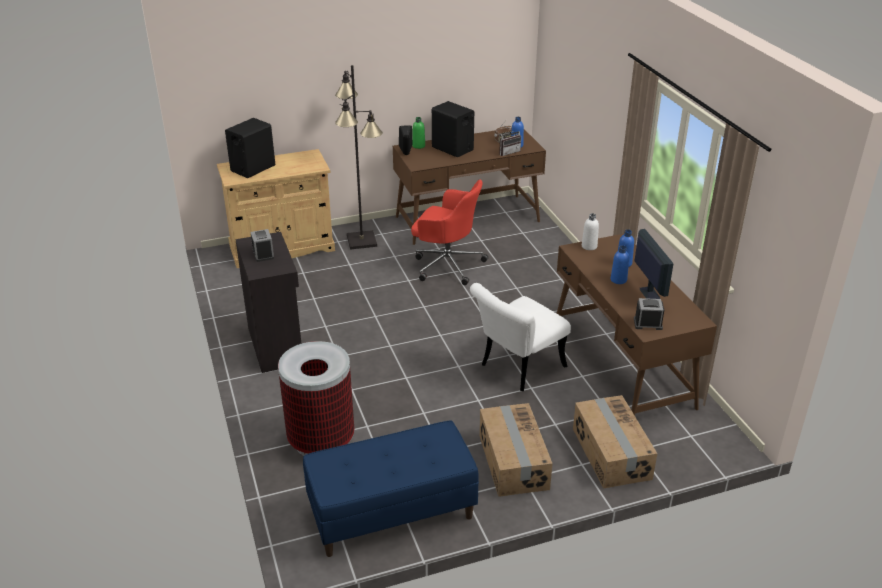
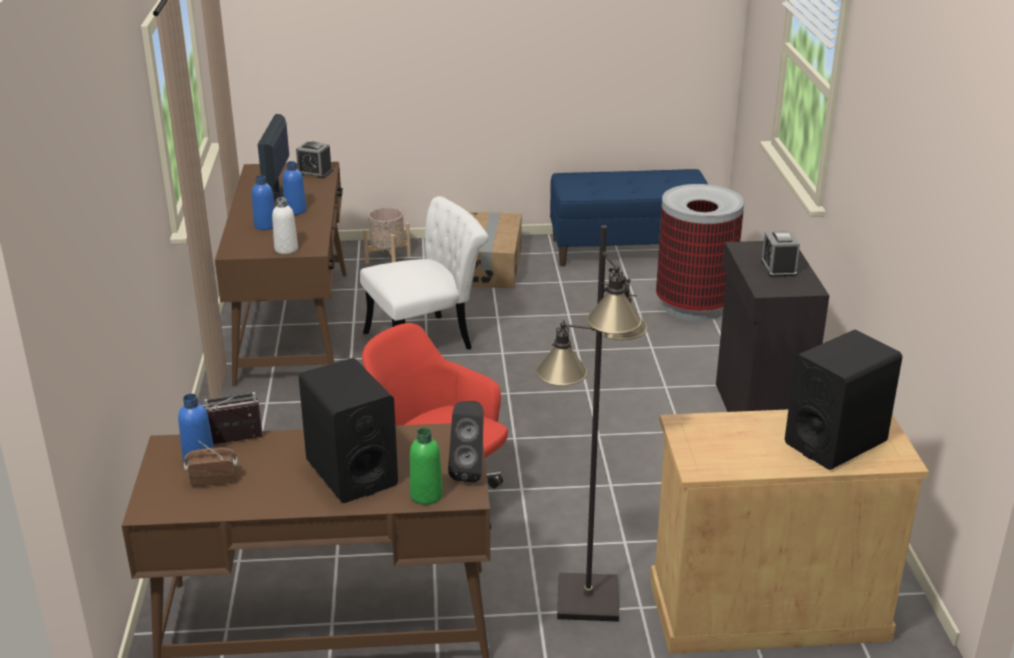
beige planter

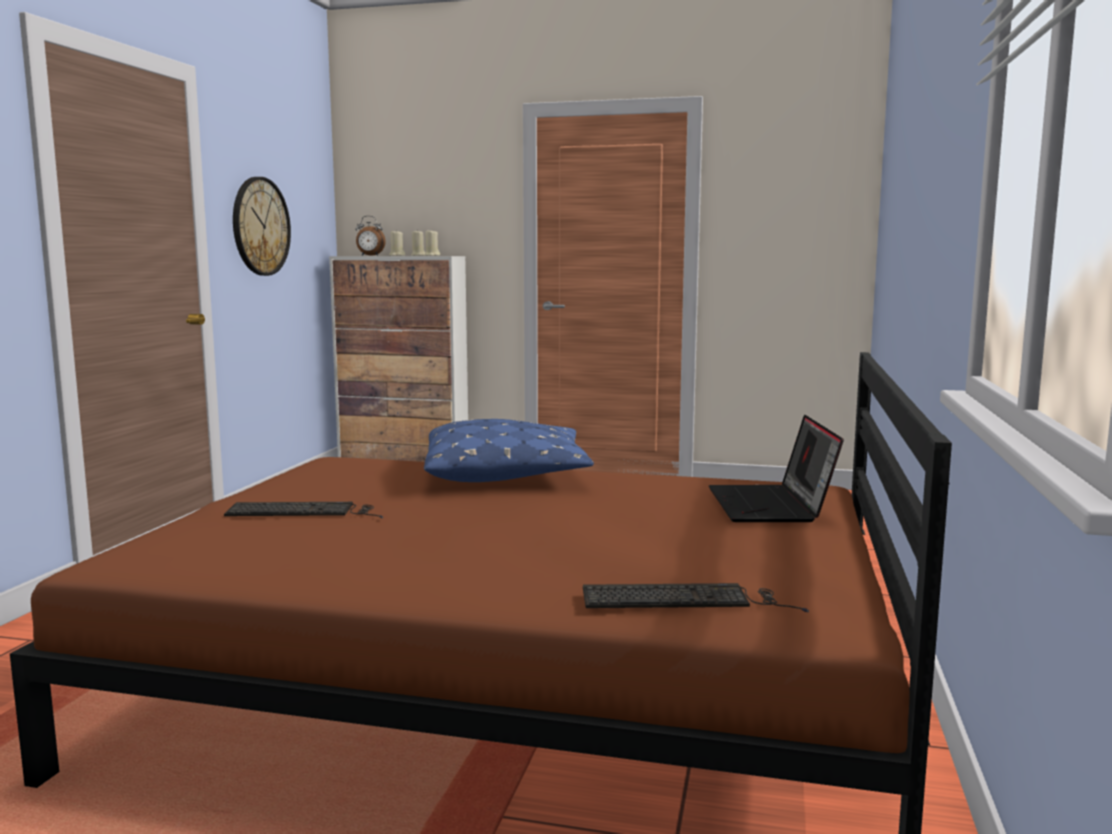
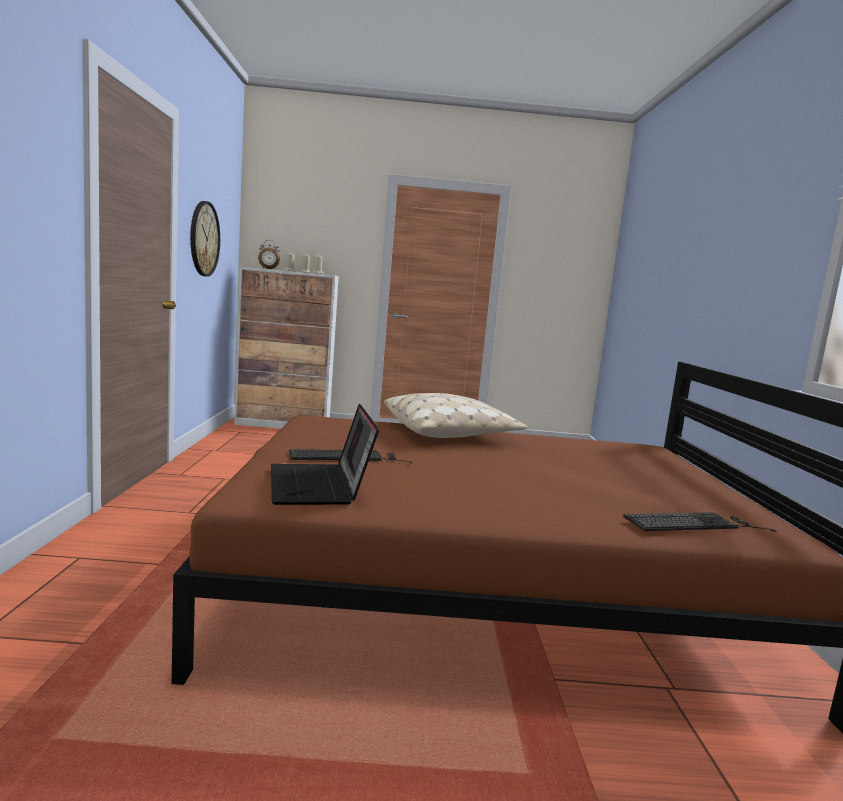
laptop
beige pillow

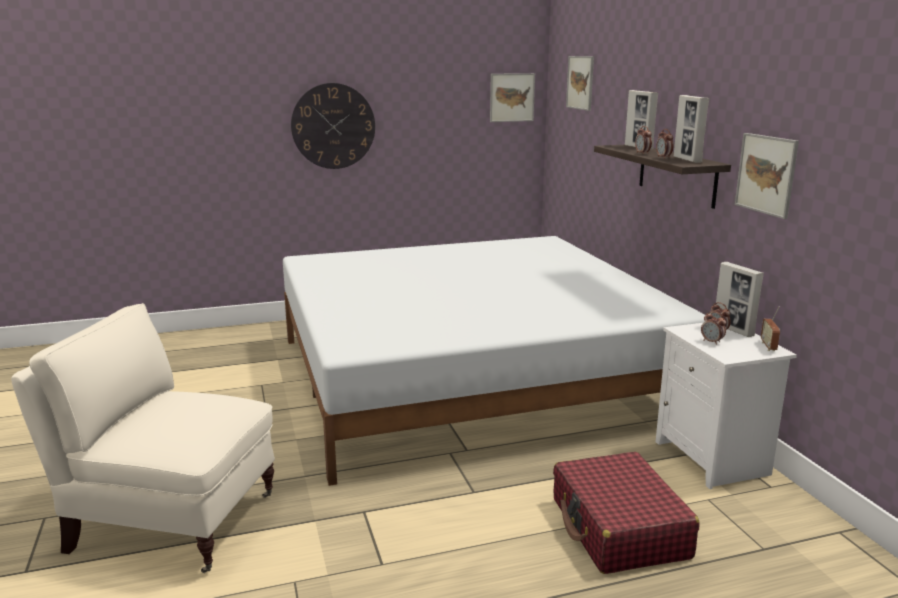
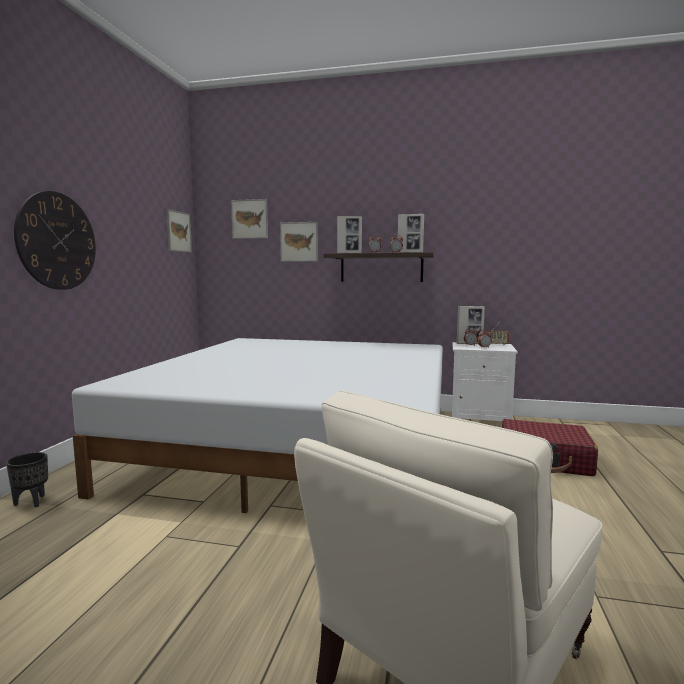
black planter
picture (3rd from left)

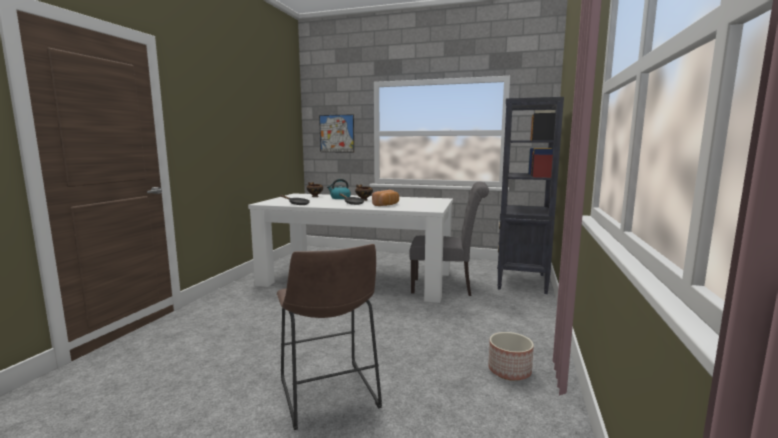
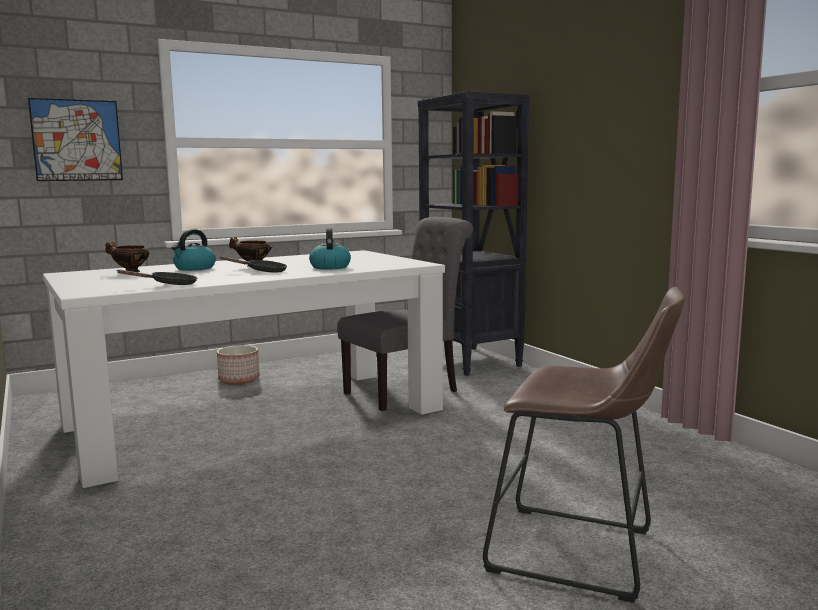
planter
kettle (2nd from left)

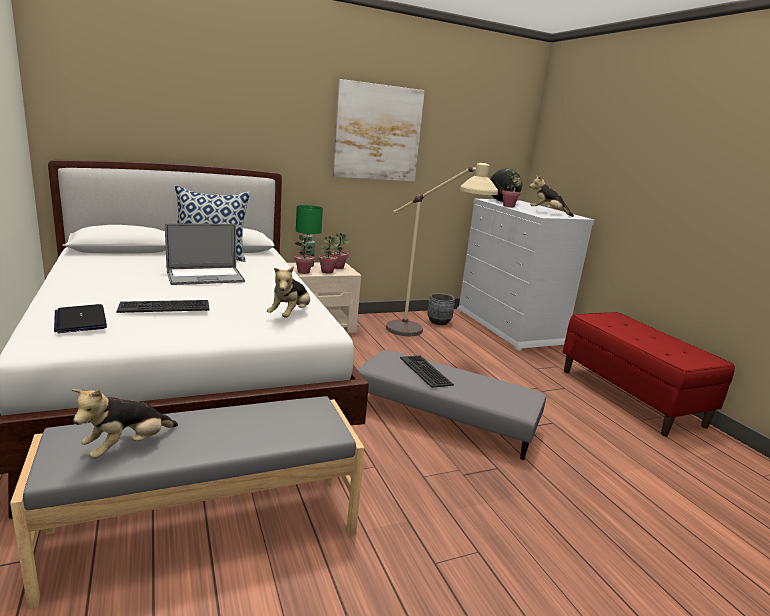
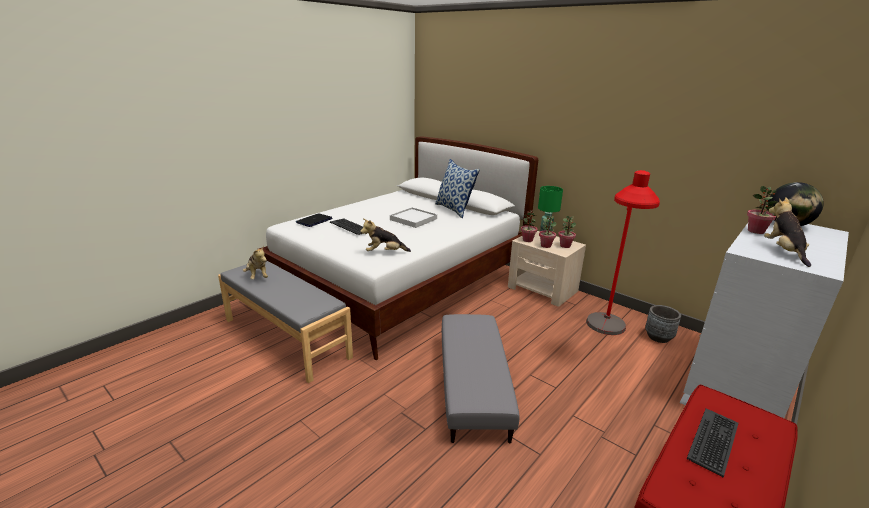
plush toy (1st from left)
white tray
red floor lamp
keyboard (2nd from left)
picture

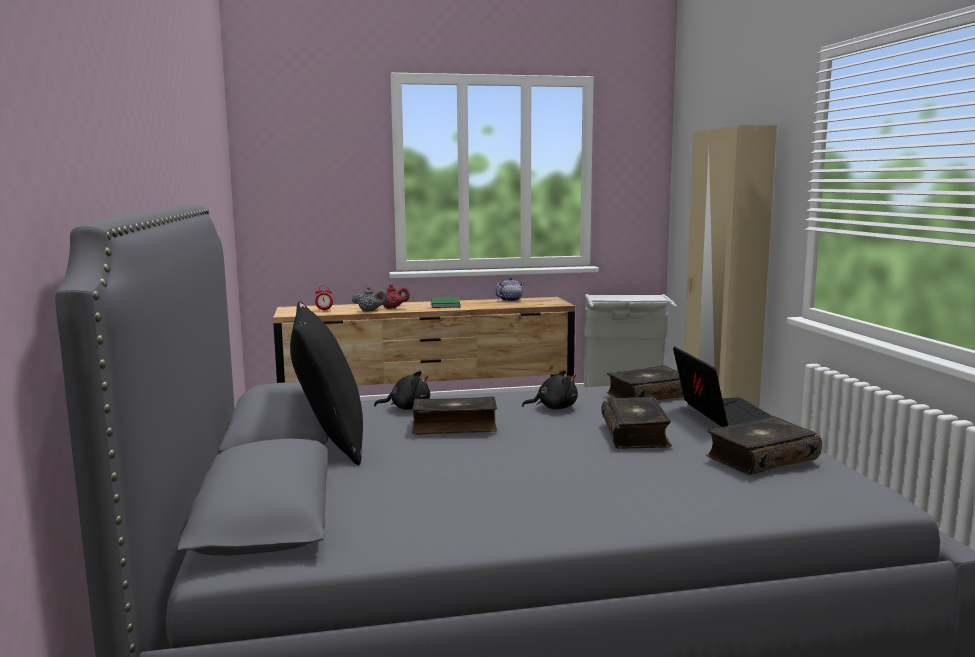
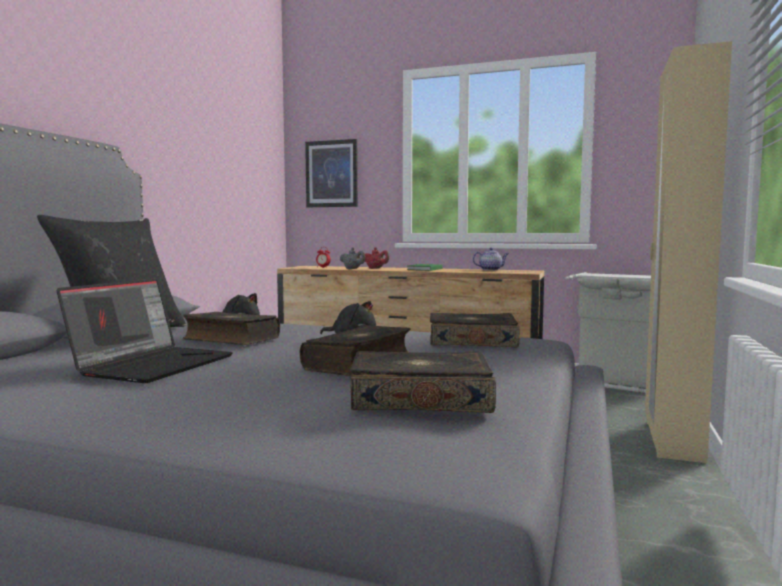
laptop
picture

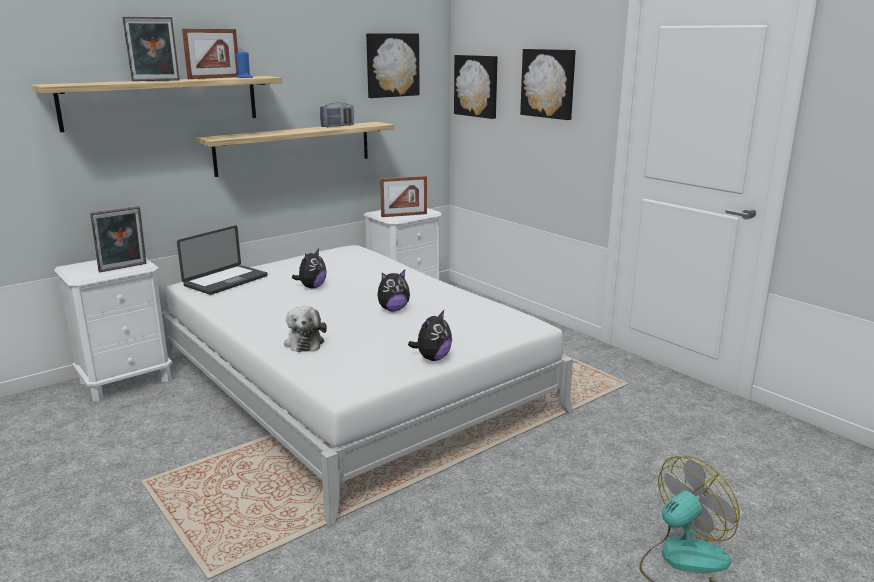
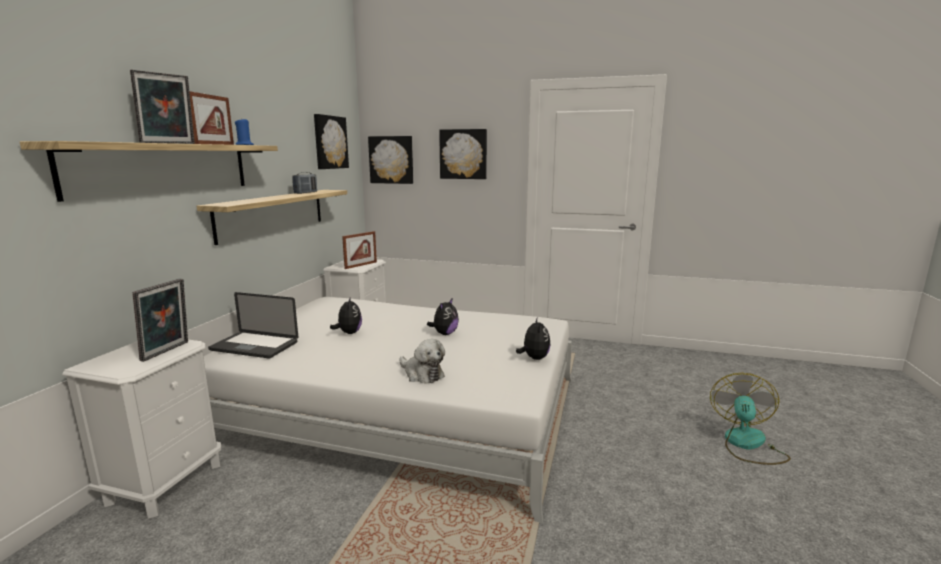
laptop

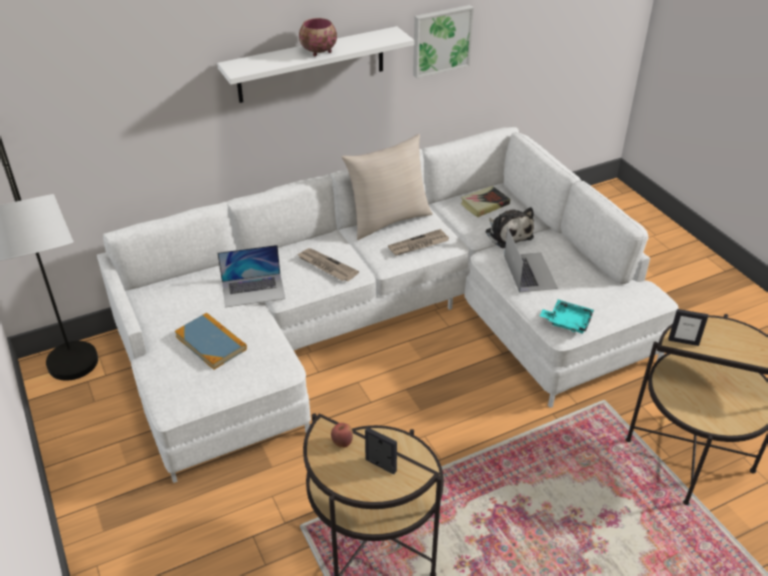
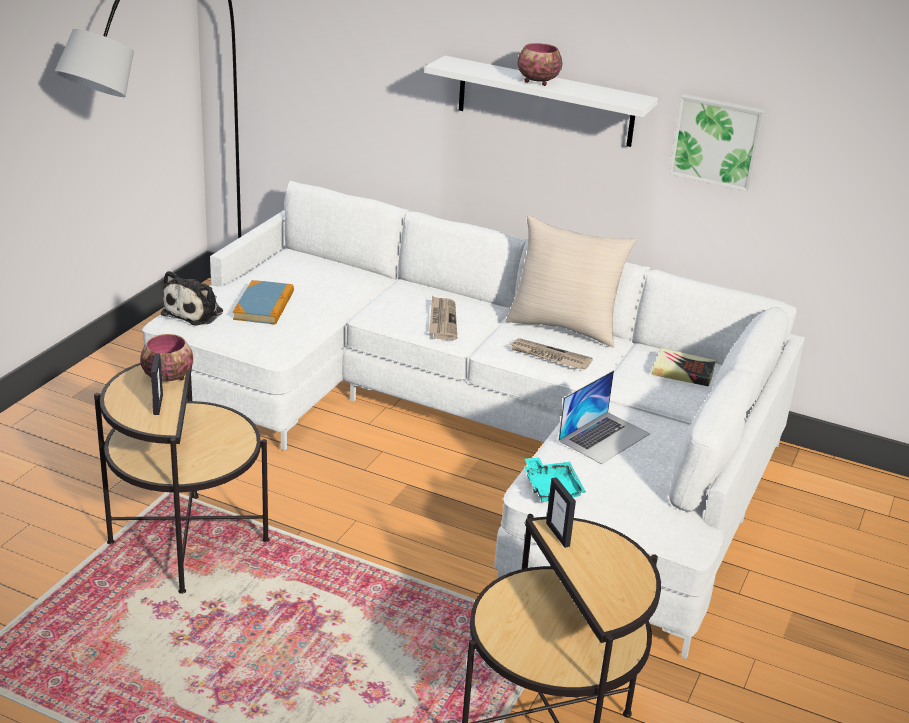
bowl (1st from left)
plush toy
laptop (1st from left in the first image)

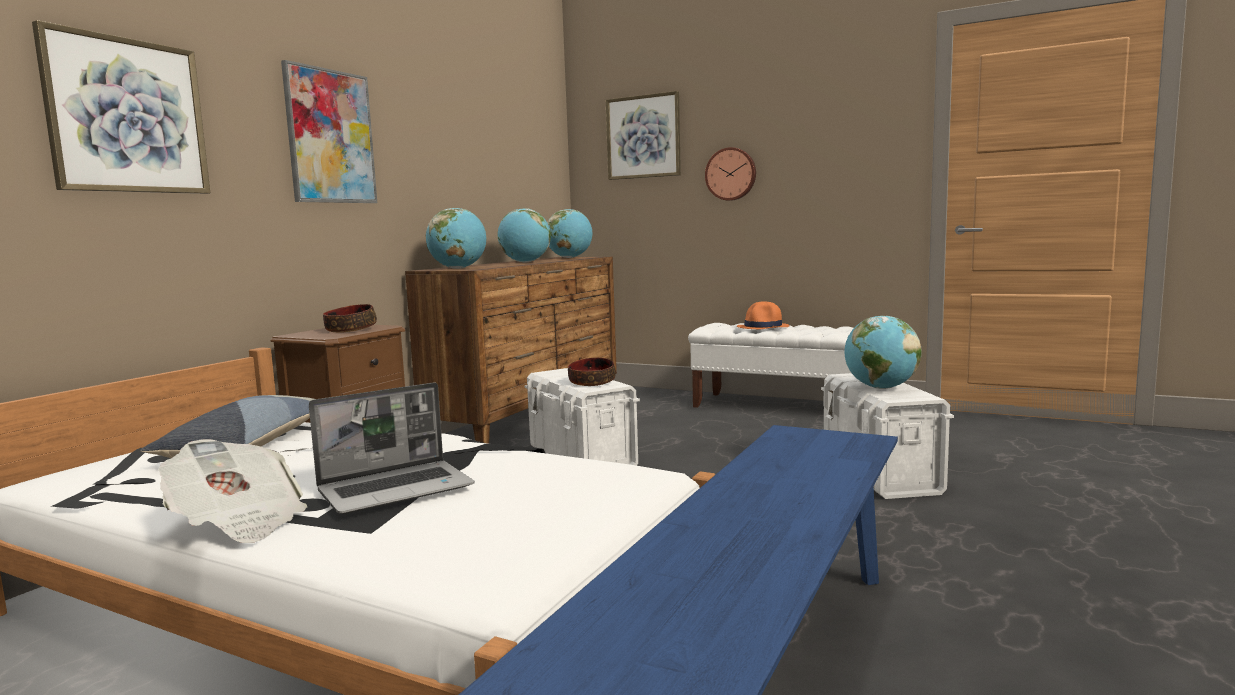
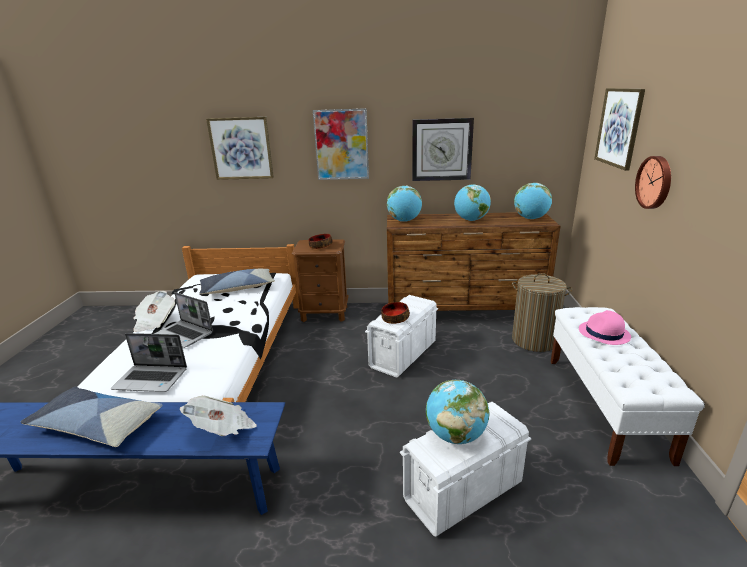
pillow (1st from left)
laptop (1st from left)
newspaper (2nd from left)
wall clock (1st from left)
laundry basket
pink hat

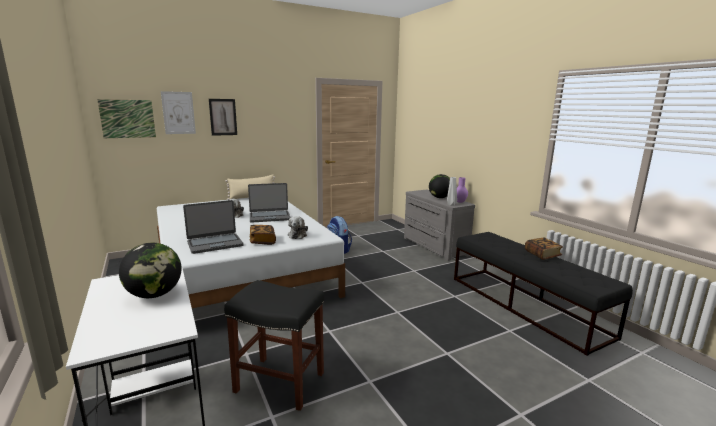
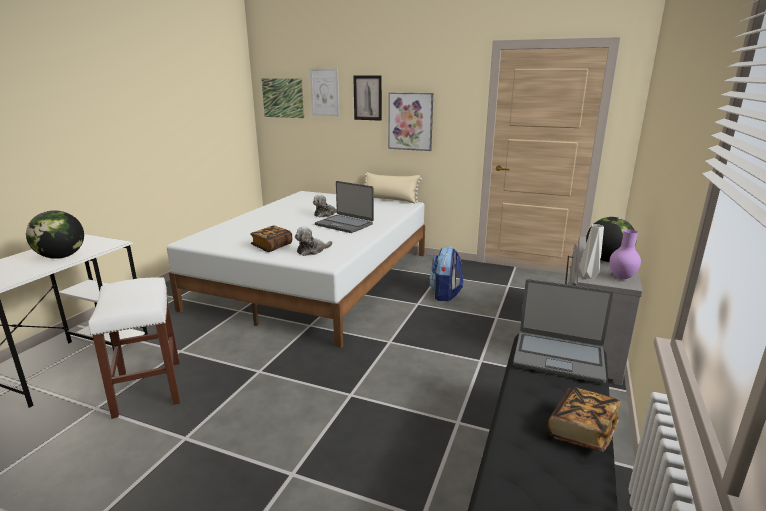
white stool
picture (4th from left)
laptop (2nd from left)

